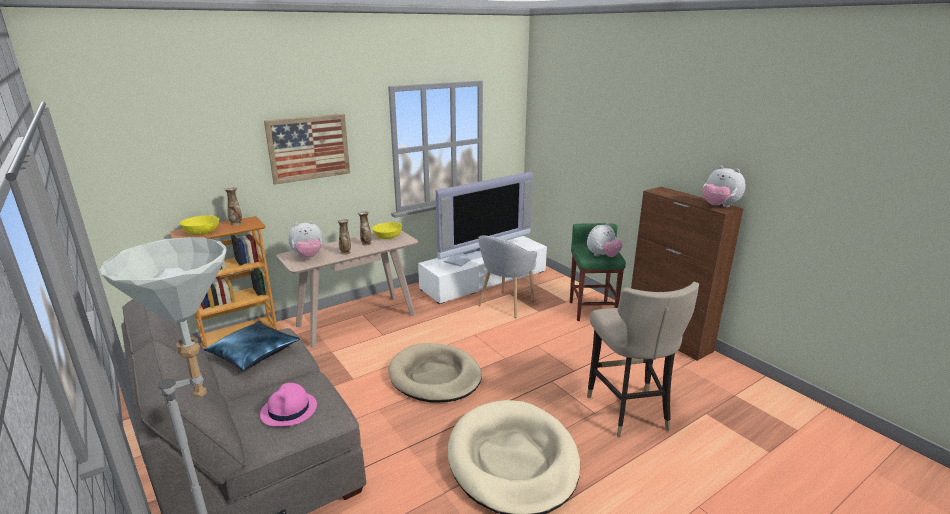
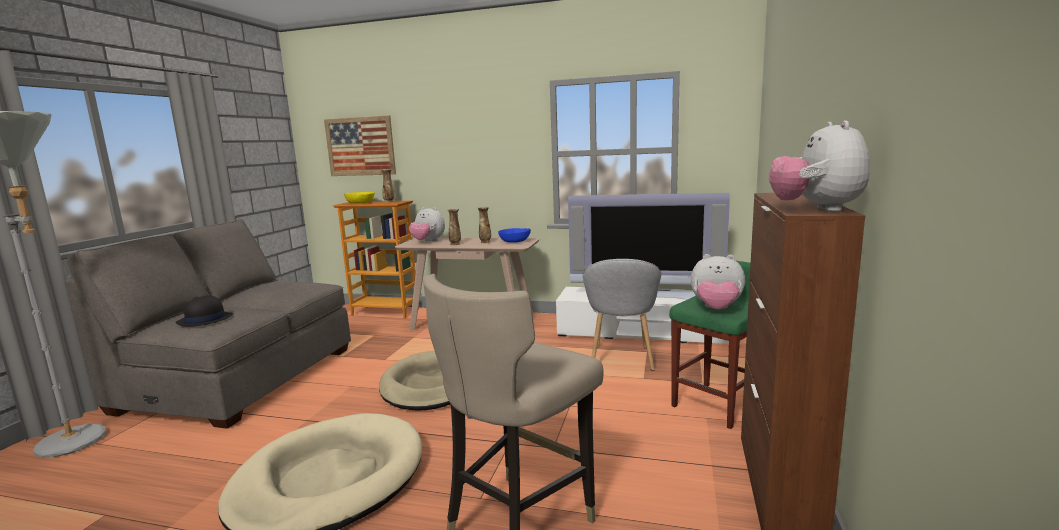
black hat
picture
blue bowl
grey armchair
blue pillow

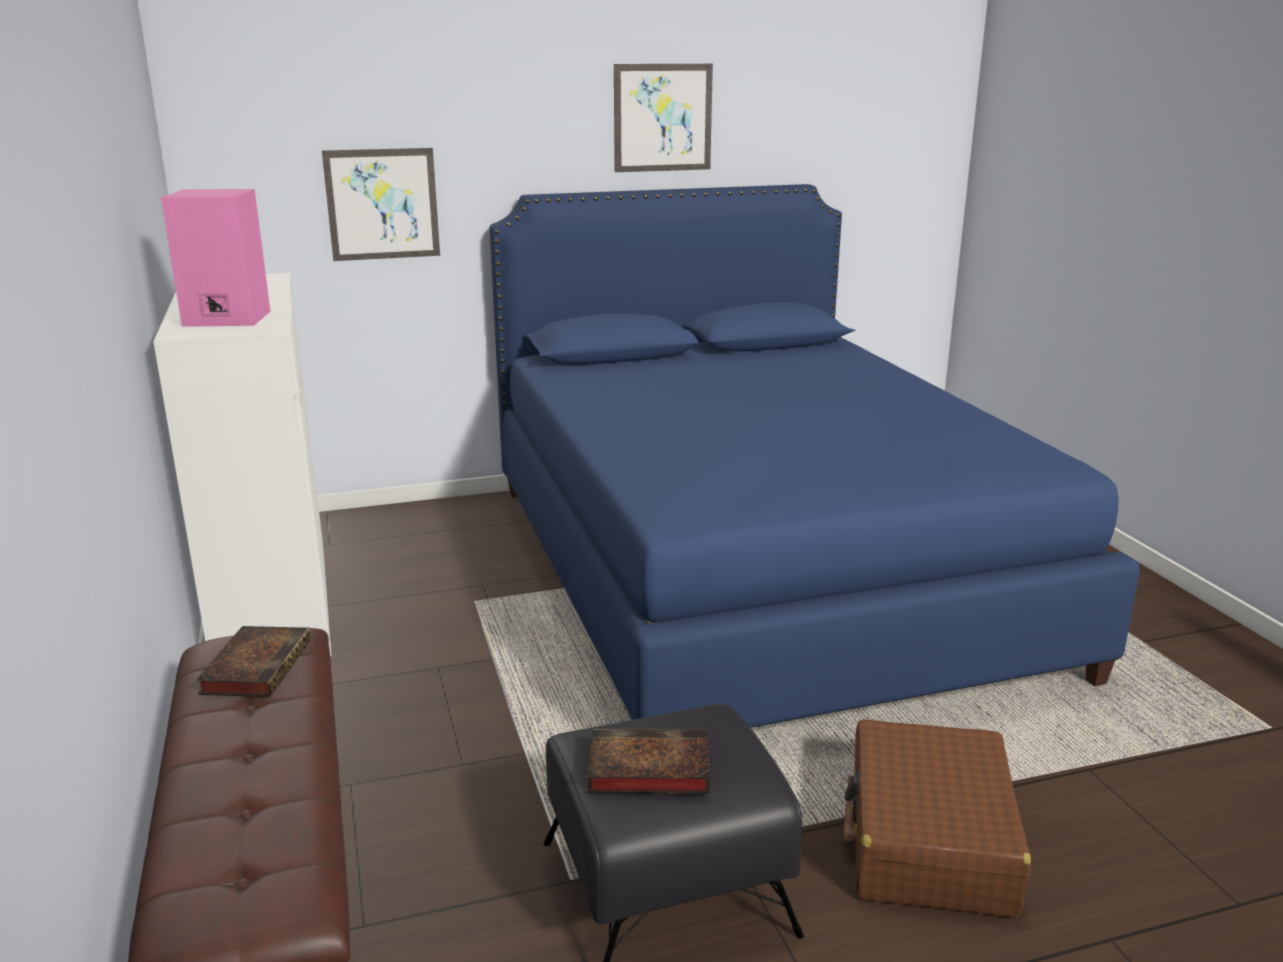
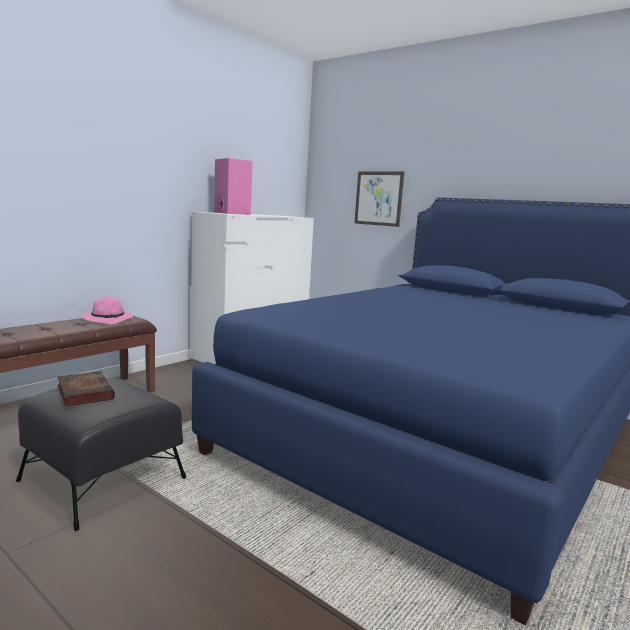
pink hat
picture (2nd from left in the first image)
brown suitcase

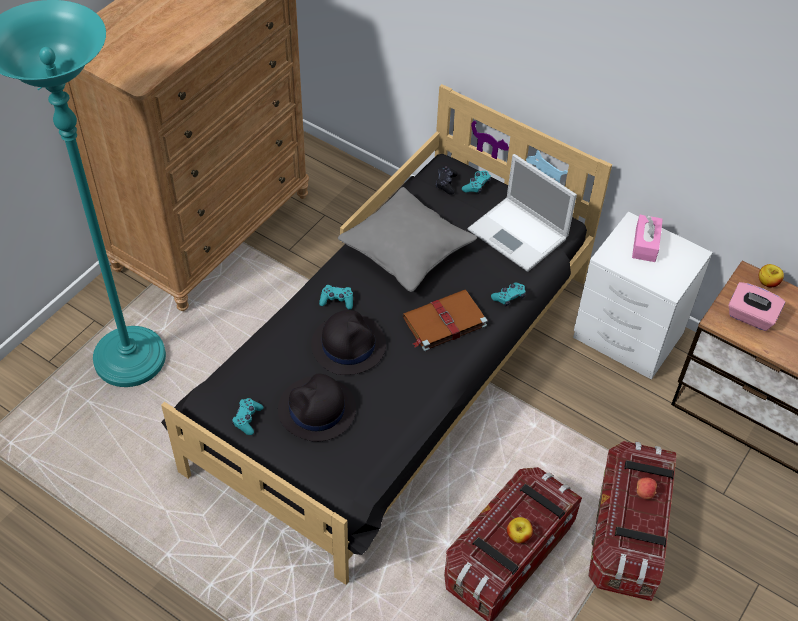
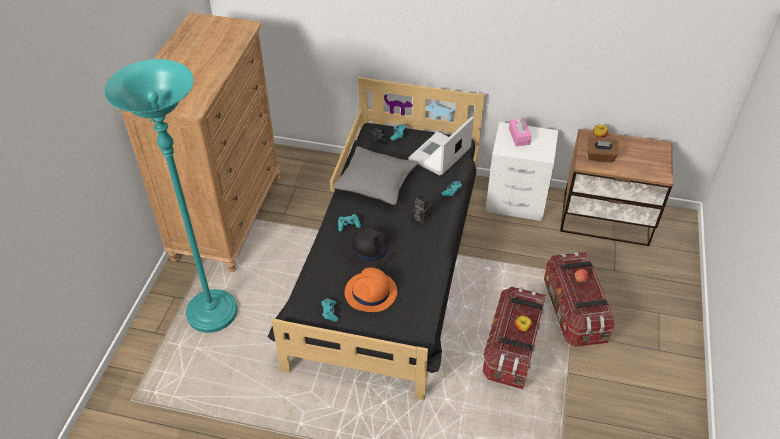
orange hat
laptop
photo camera
brown tissue box

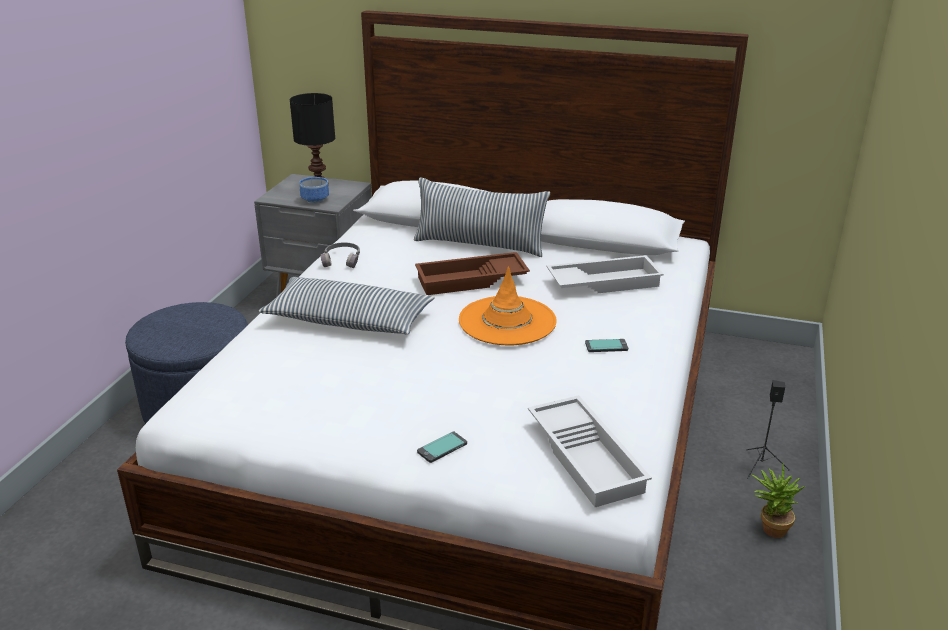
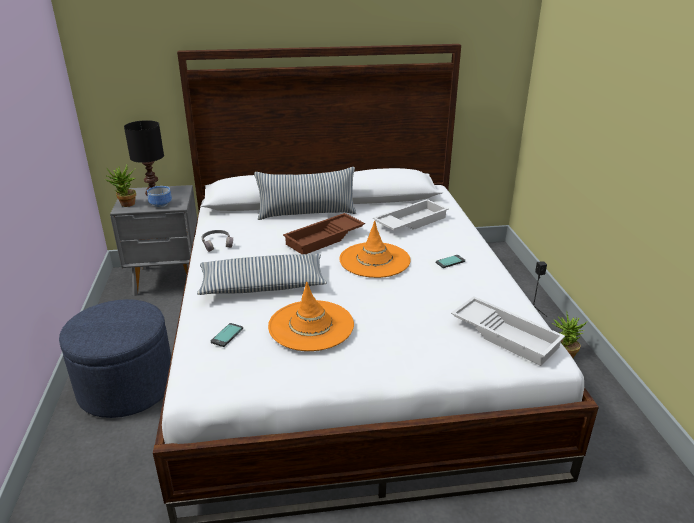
potted plant (1st from left)
phone (1st from left)
orange hat (1st from left)

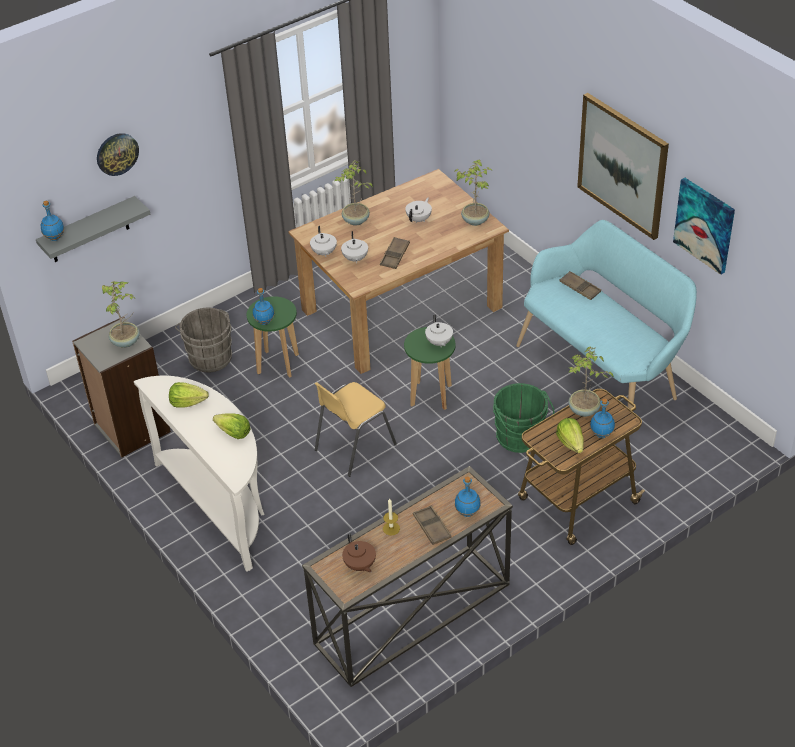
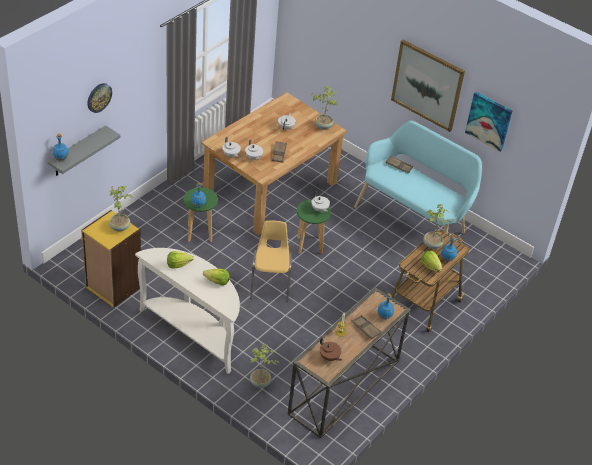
yellow bookcase
yellow chair
potted plant (2nd from left)
grey bucket
green bucket

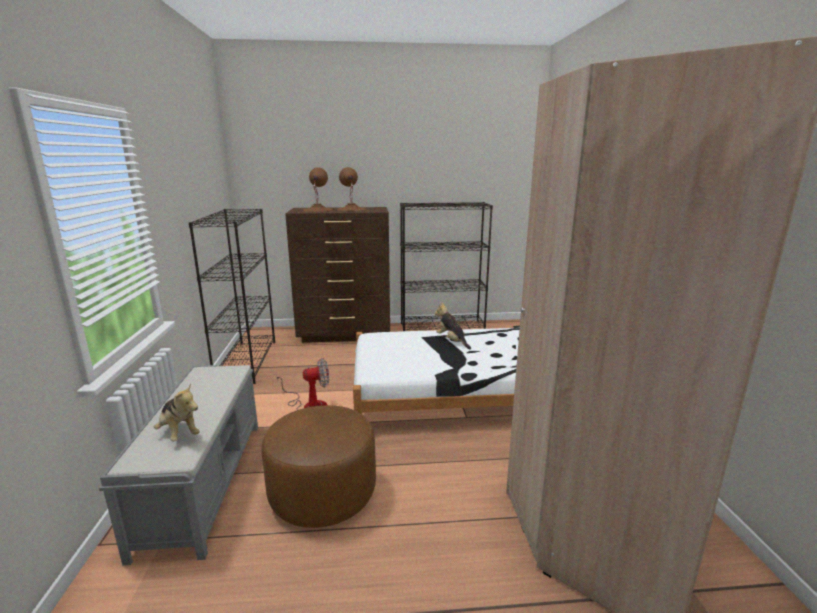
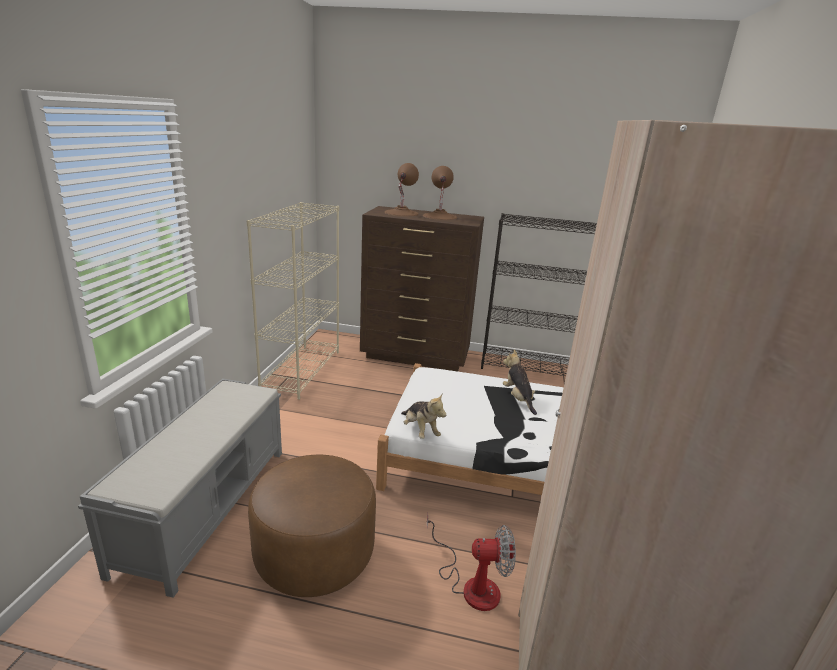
beige bookcase
plush toy (1st from left)
fan

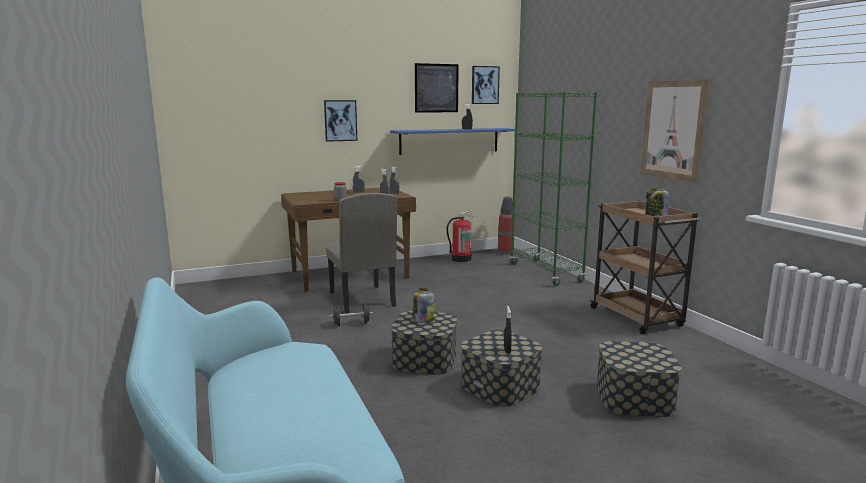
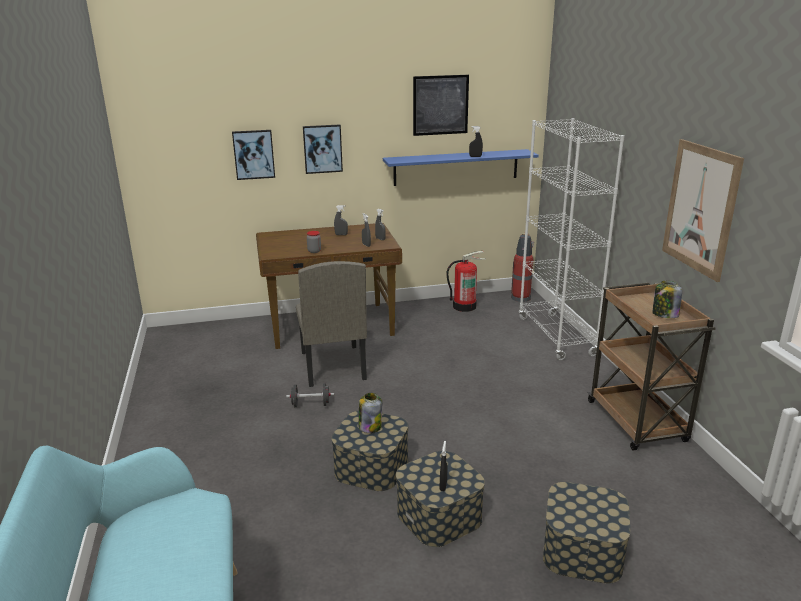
picture (1st from left)
white bookcase

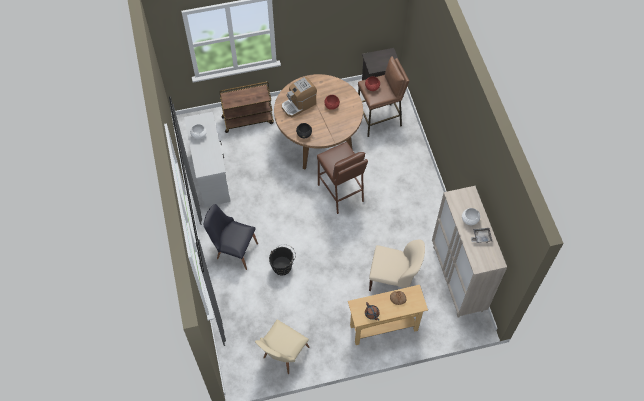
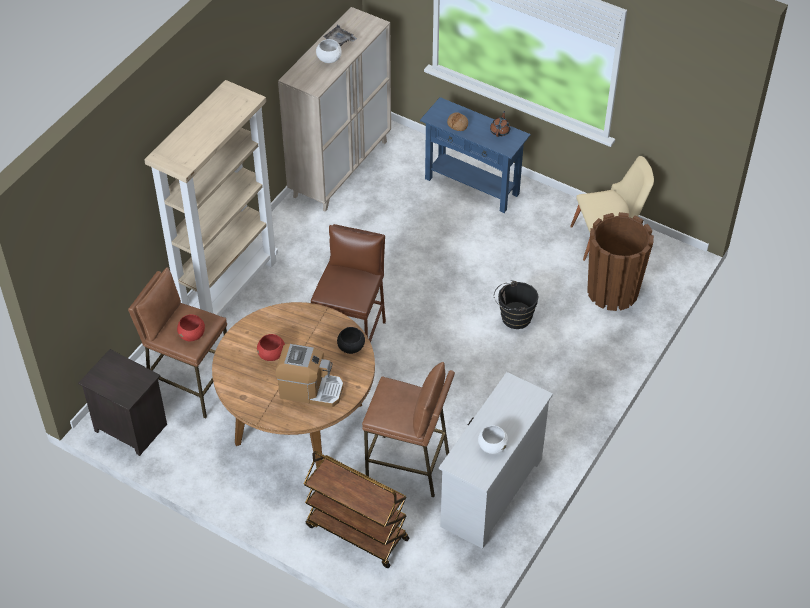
beige bookcase
brown stool (3rd from left)
blue console table
brown planter
black chair
beige chair (2nd from left in the first image)

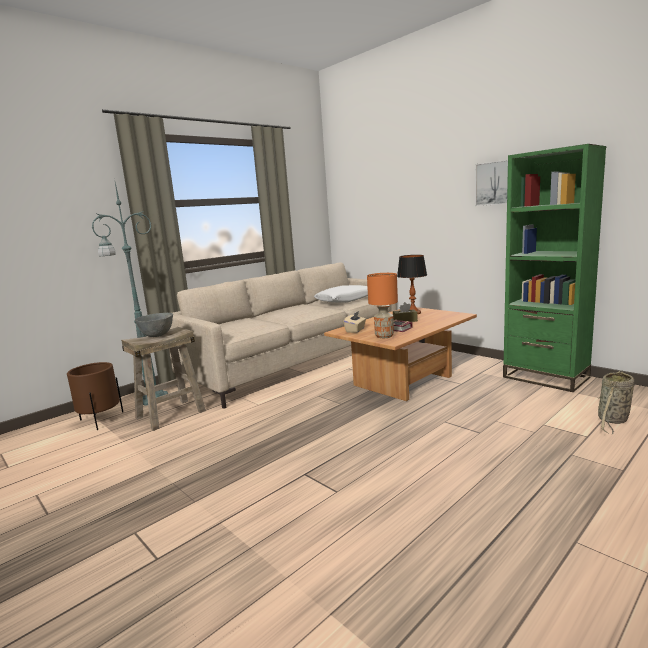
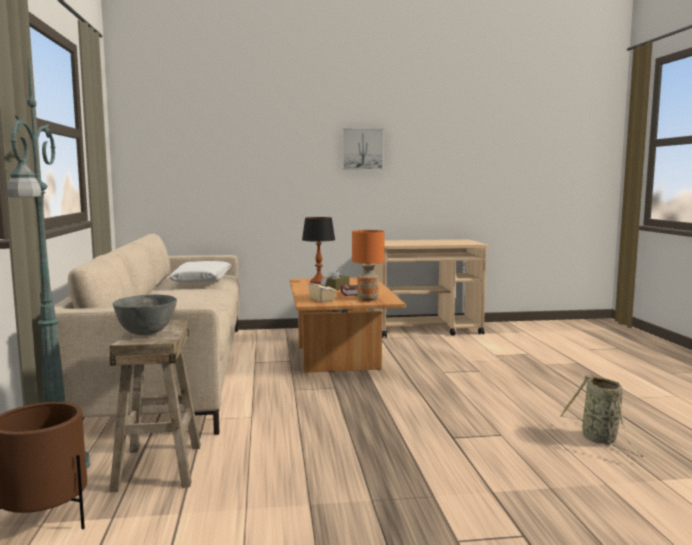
beige cart
basket

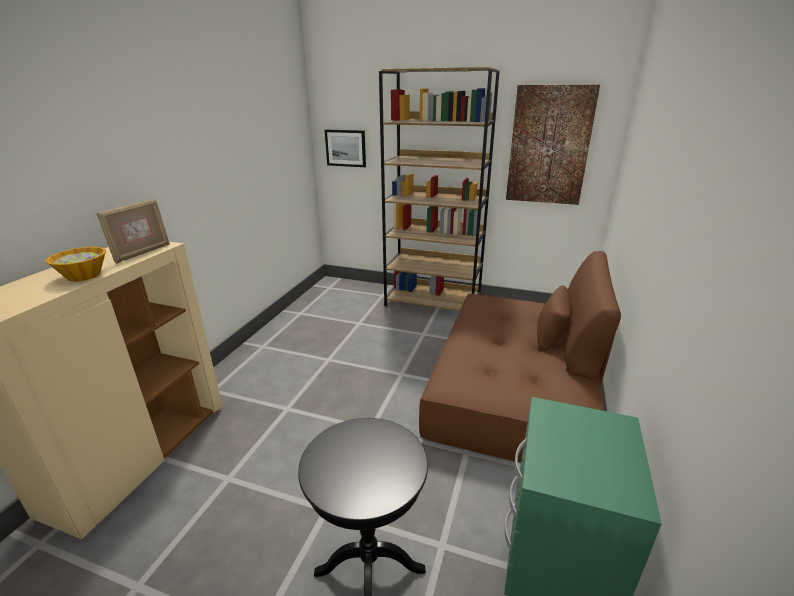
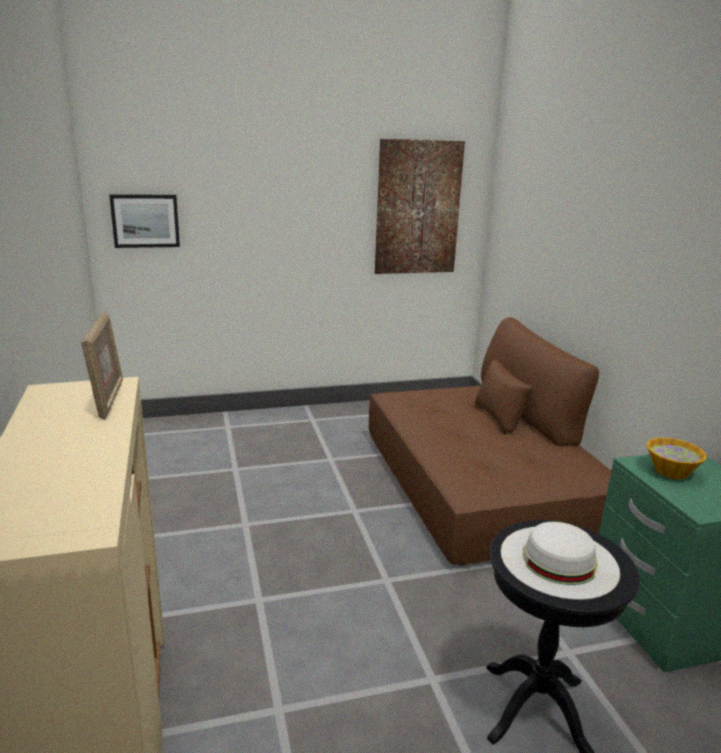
white hat
bowl
brown bookcase

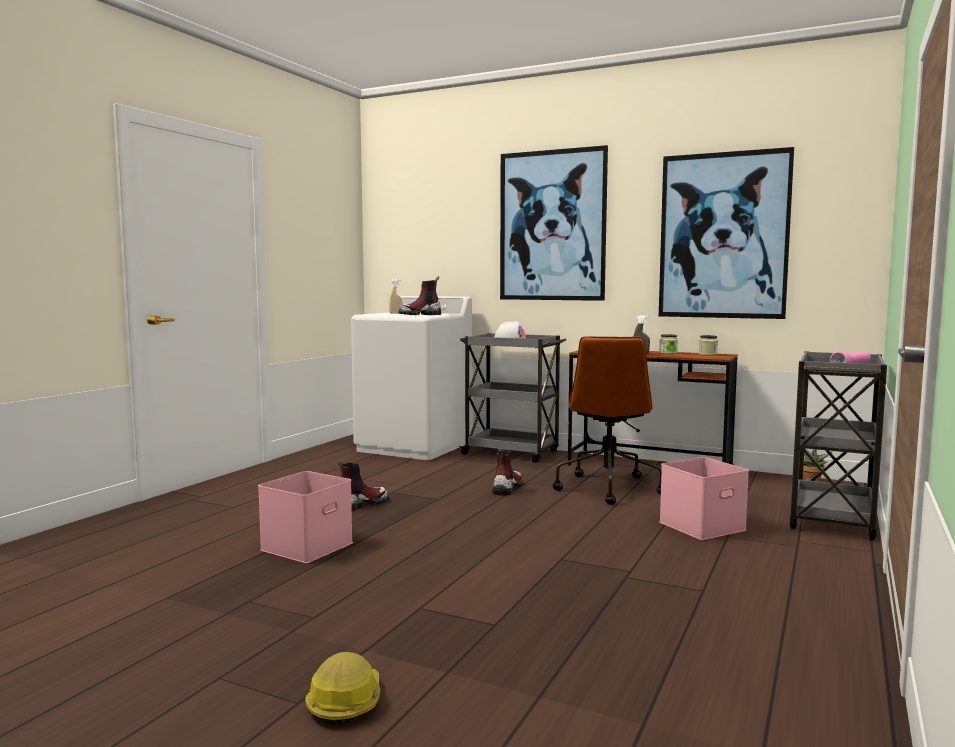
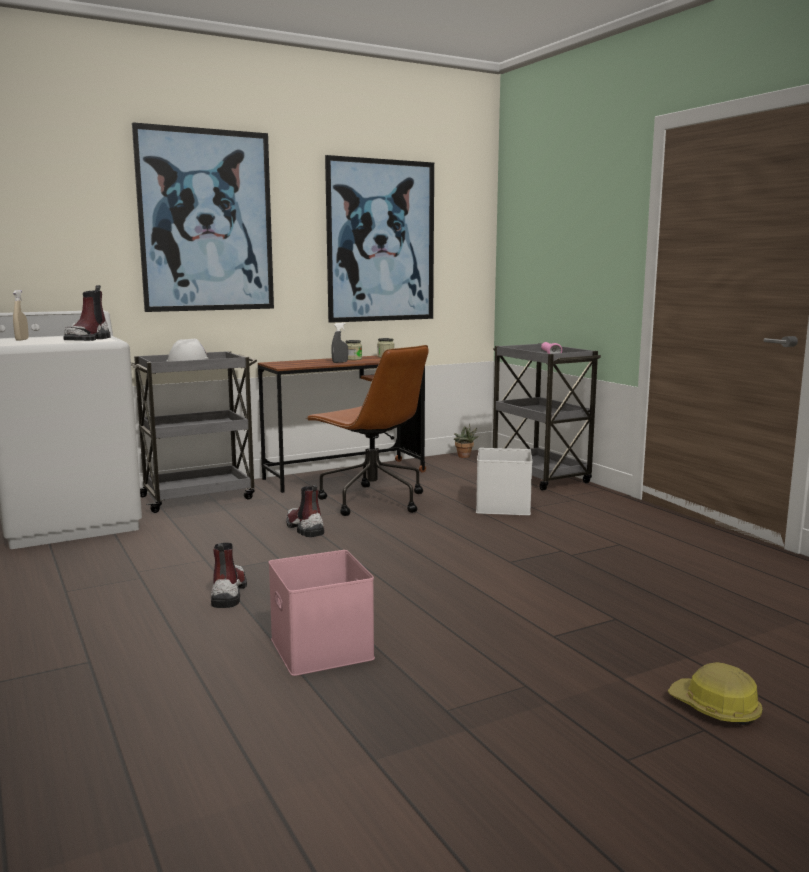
white storage box

